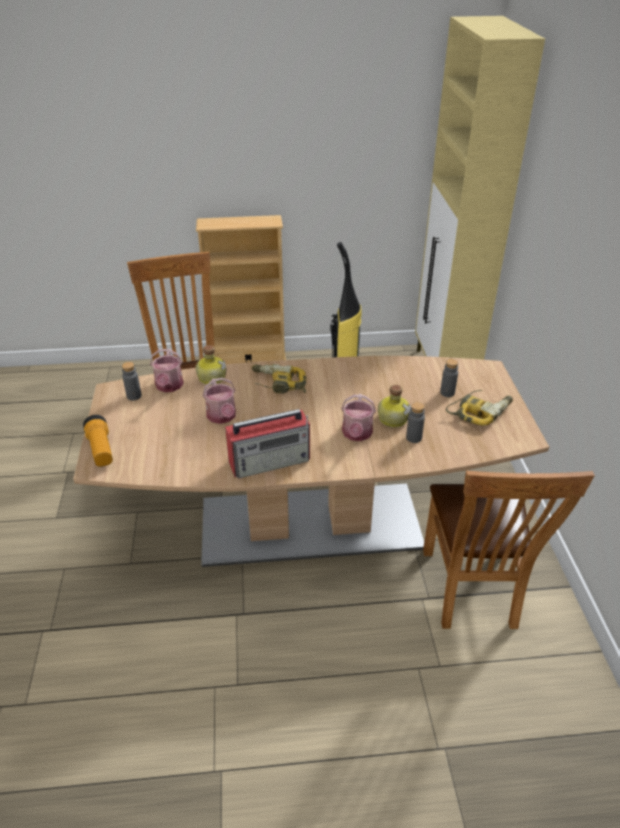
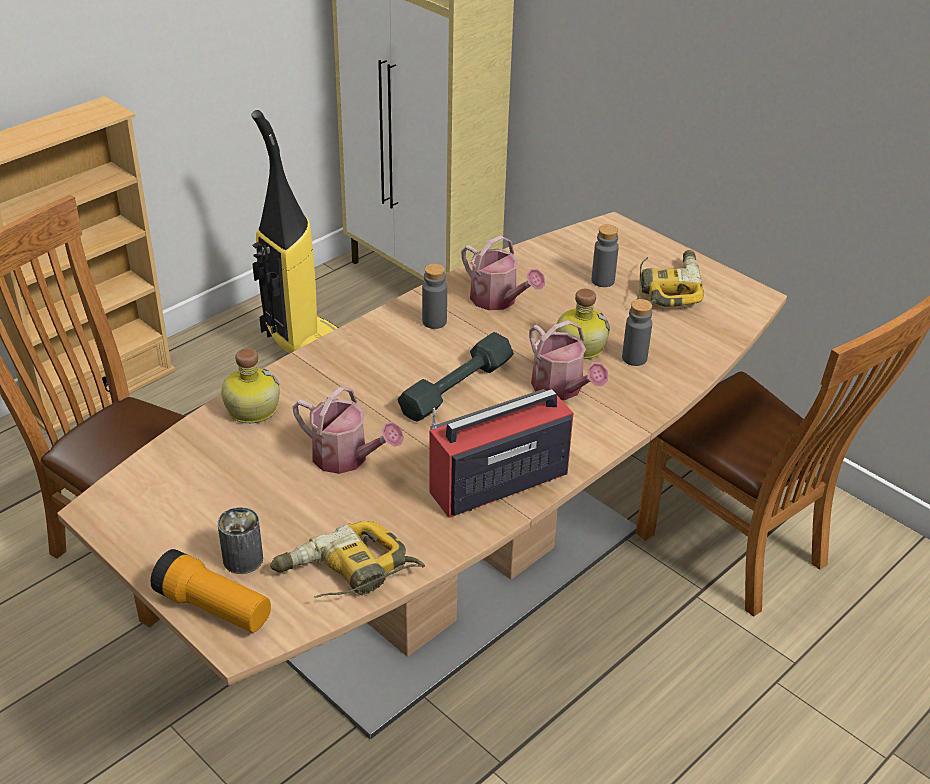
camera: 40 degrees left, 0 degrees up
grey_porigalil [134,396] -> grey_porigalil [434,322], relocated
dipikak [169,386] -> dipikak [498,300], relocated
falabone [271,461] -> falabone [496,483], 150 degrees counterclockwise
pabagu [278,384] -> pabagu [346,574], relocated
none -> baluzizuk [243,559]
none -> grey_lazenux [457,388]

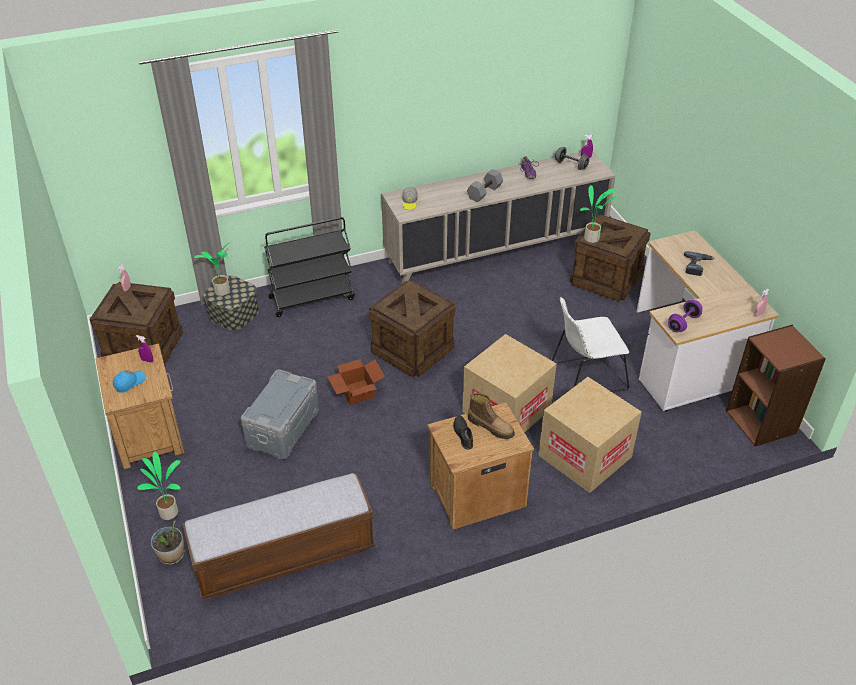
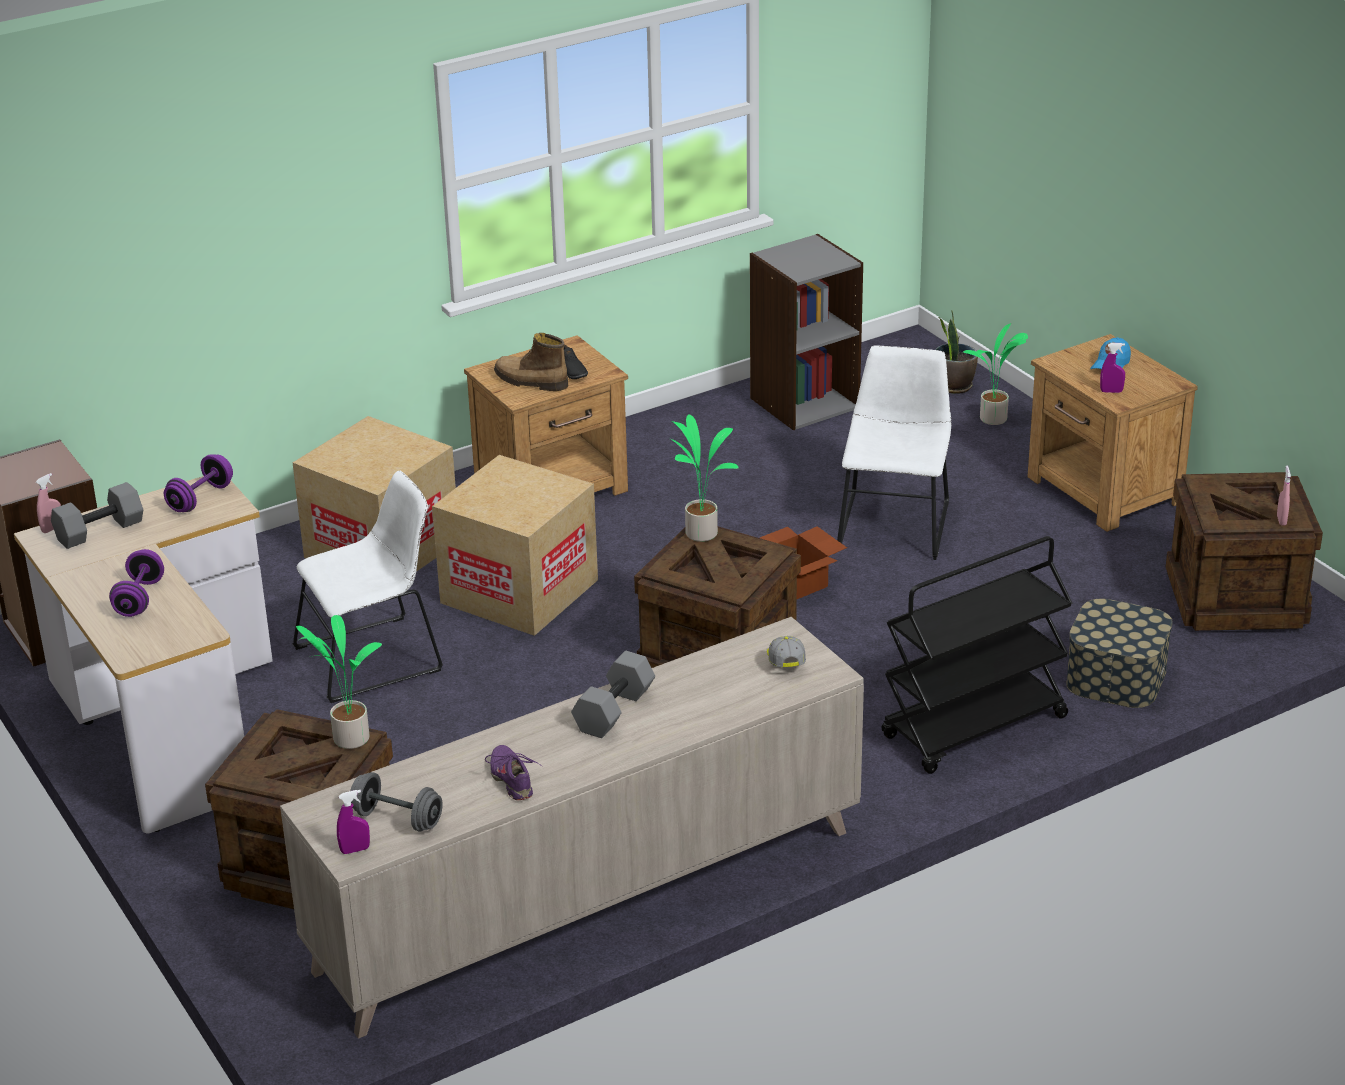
camera: 170 degrees right, 10 degrees down
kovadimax [284,556] -> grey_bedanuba [804,402]
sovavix [221,292] -> sovavix [701,532], relocated
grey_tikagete [282,428] -> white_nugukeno [894,523]
pabagu [697,266] -> purple_lazenux [139,598]
none -> grey_lazenux [99,531]

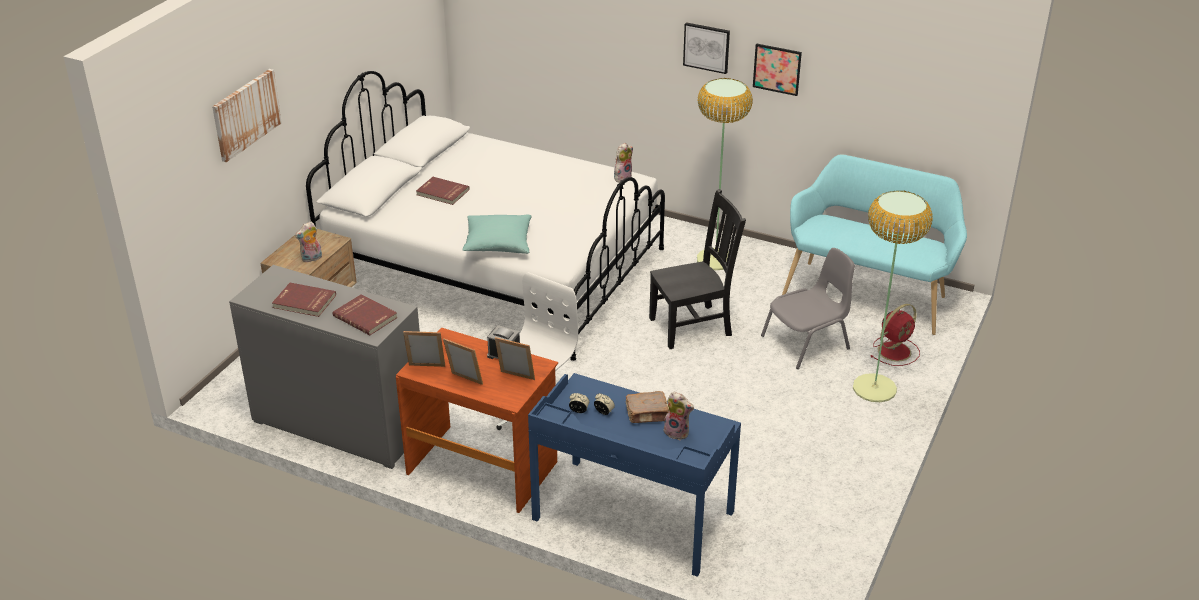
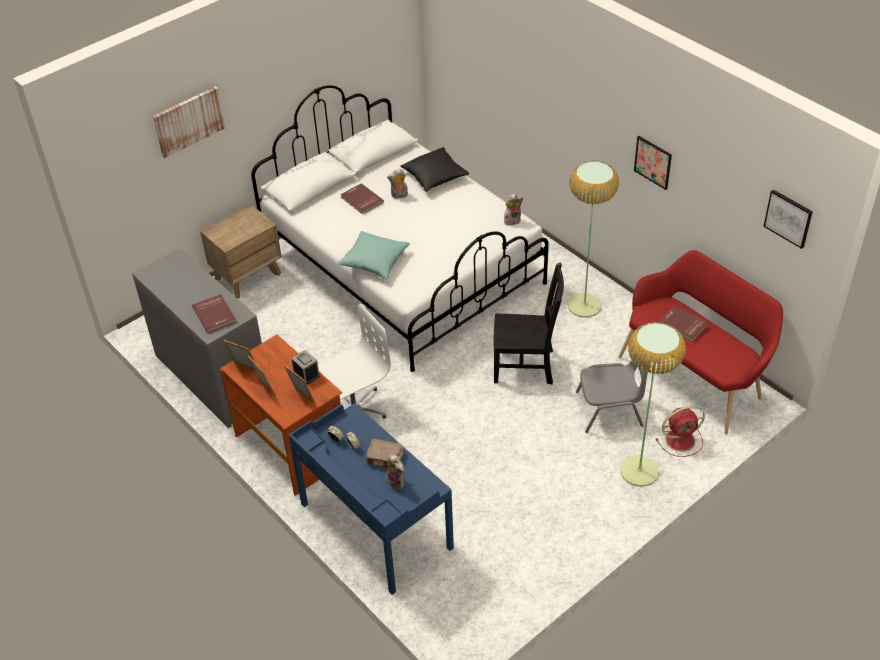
camera: 25 degrees right, 10 degrees up
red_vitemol [304,302] -> red_vitemol [682,325], relocated
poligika [311,259] -> poligika [399,196], relocated
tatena [706,47] -> tatena [788,218], relocated
turquoise_kovadimax [868,293] -> red_kovadimax [695,376]
none -> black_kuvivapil [435,176]

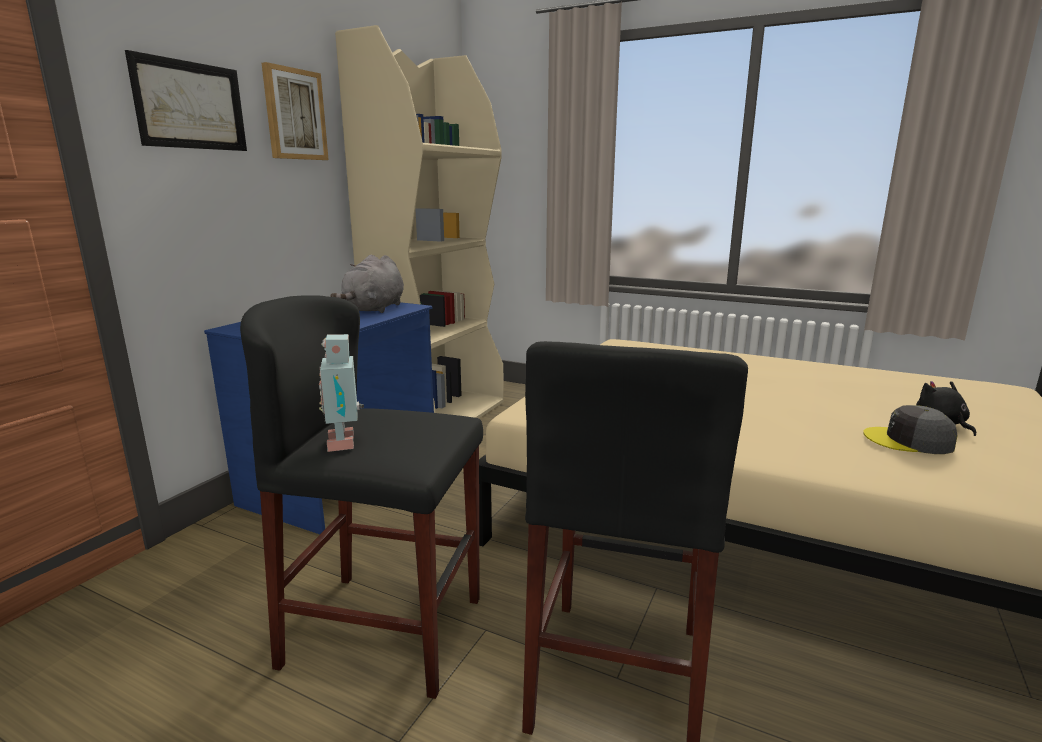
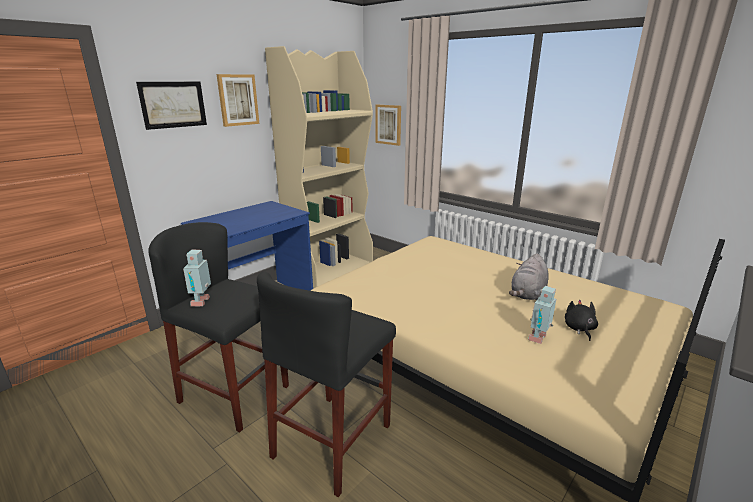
camera: 15 degrees right, 5 degrees up
grey_poligika [374,309] -> grey_poligika [528,294], relocated
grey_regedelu [909,441] -> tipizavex [539,338]
none -> tatena [388,124]

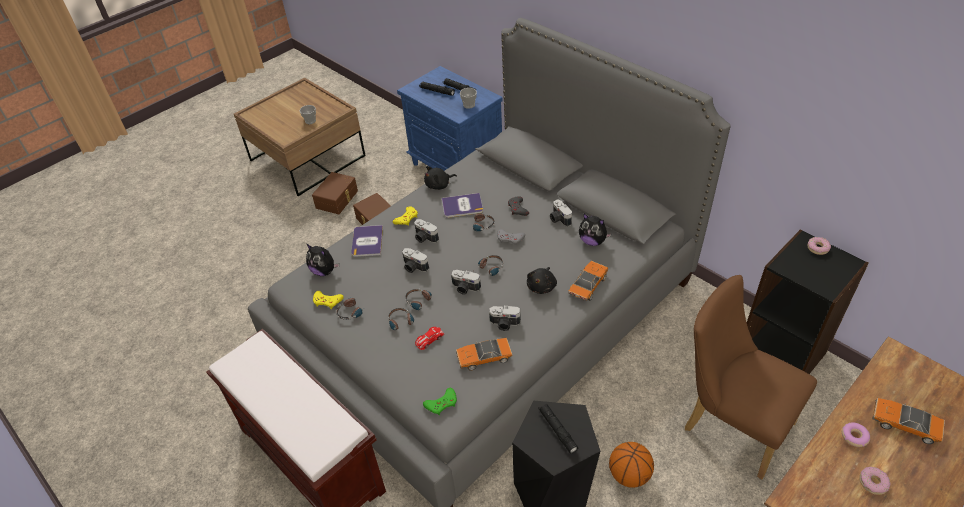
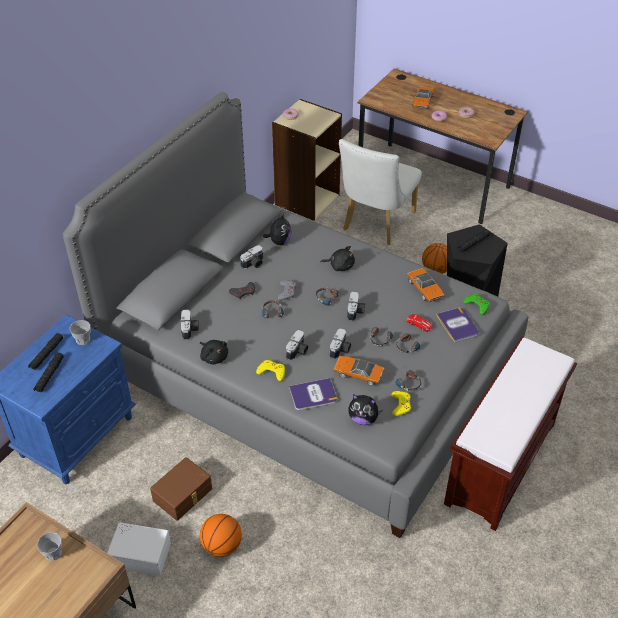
camera: 105 degrees left, 0 degrees up
poligika [324,271] -> poligika [363,419], 90 degrees clockwise
brown_tikagete [338,199] -> white_tikagete [141,553]
vitemol [462,206] -> vitemol [458,325], relocated
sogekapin [504,324] -> sogekapin [190,330], relocated
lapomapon [588,285] -> lapomapon [358,374], relocated
brown_nugukeno [730,422] -> white_nugukeno [375,224]
black_bedanuba [782,353] -> beige_bedanuba [306,199]
none -> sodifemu [222,546]

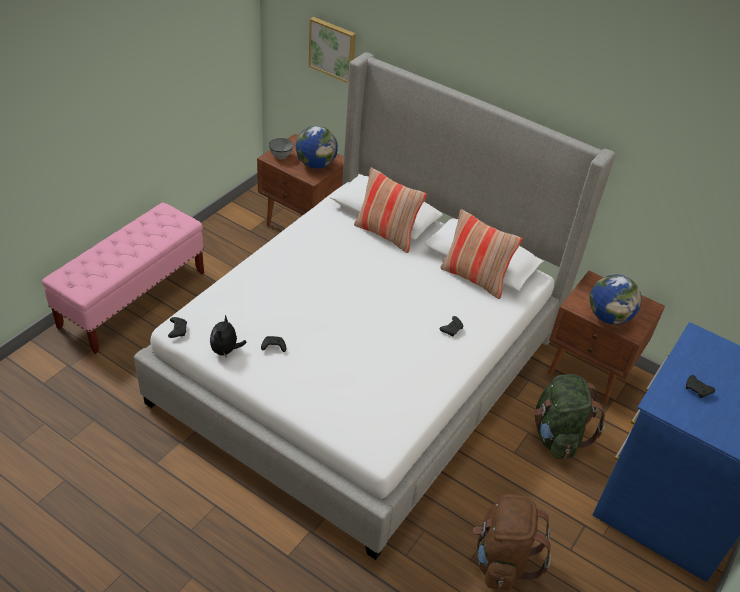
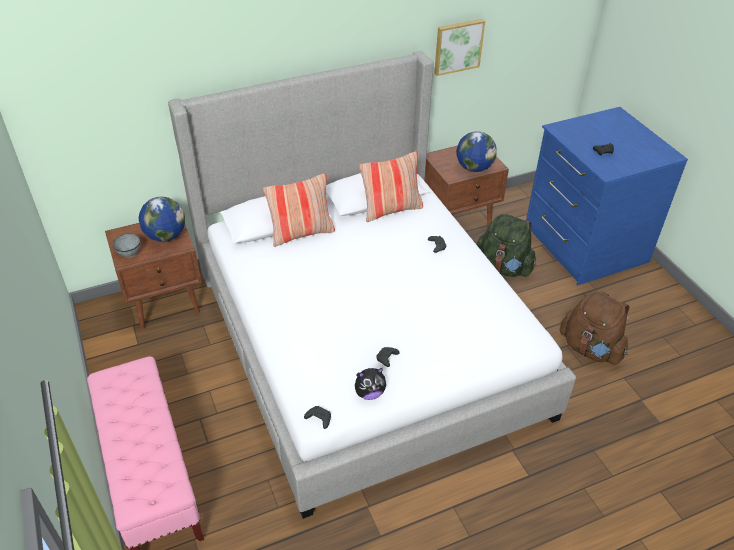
camera: 55 degrees left, 0 degrees up
poligika [226,351] -> poligika [369,393], 60 degrees counterclockwise
tatena [333,49] -> tatena [457,46], relocated

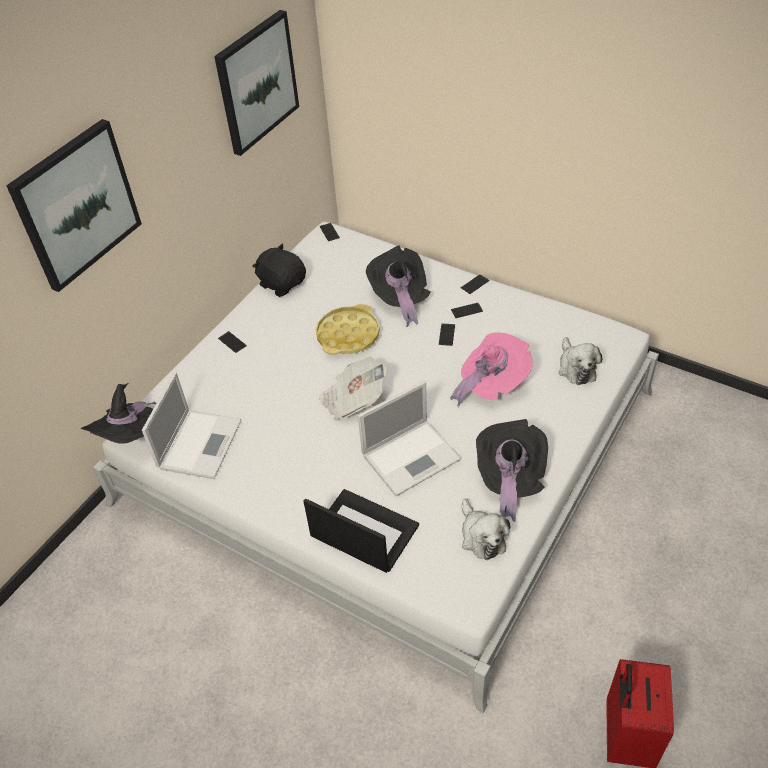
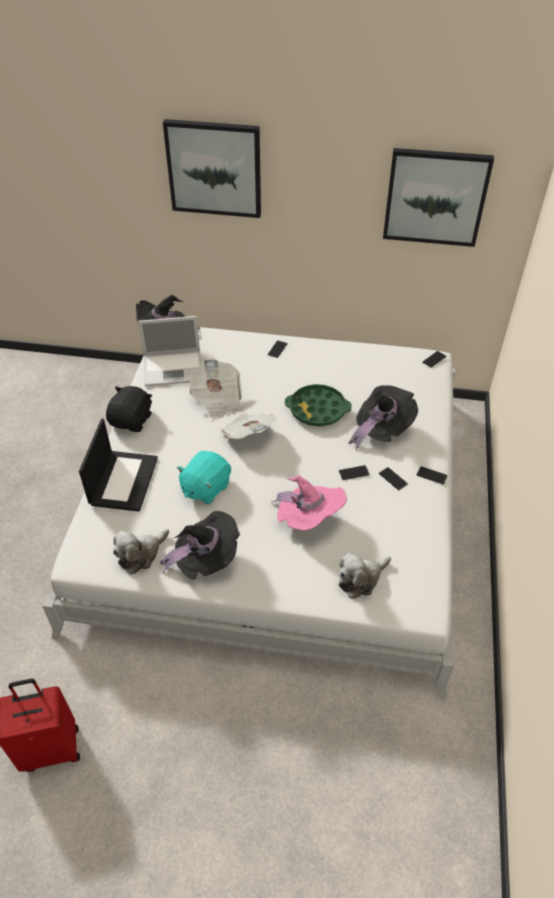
camera: 65 degrees right, 0 degrees up
black_poligika [282,283] -> black_poligika [132,420], relocated
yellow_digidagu [348,335] -> green_digidagu [317,409]
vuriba [412,456] -> turquoise_poligika [205,488]
none -> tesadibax [217,400]

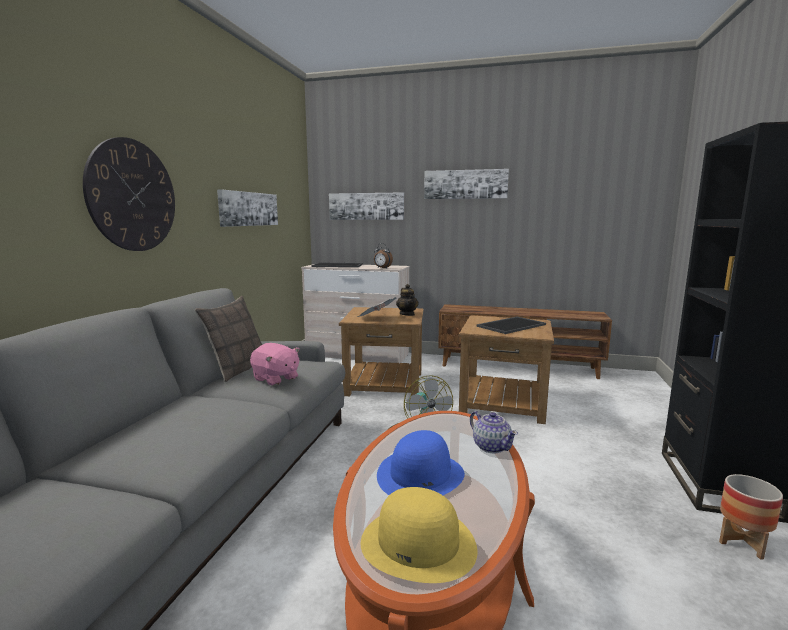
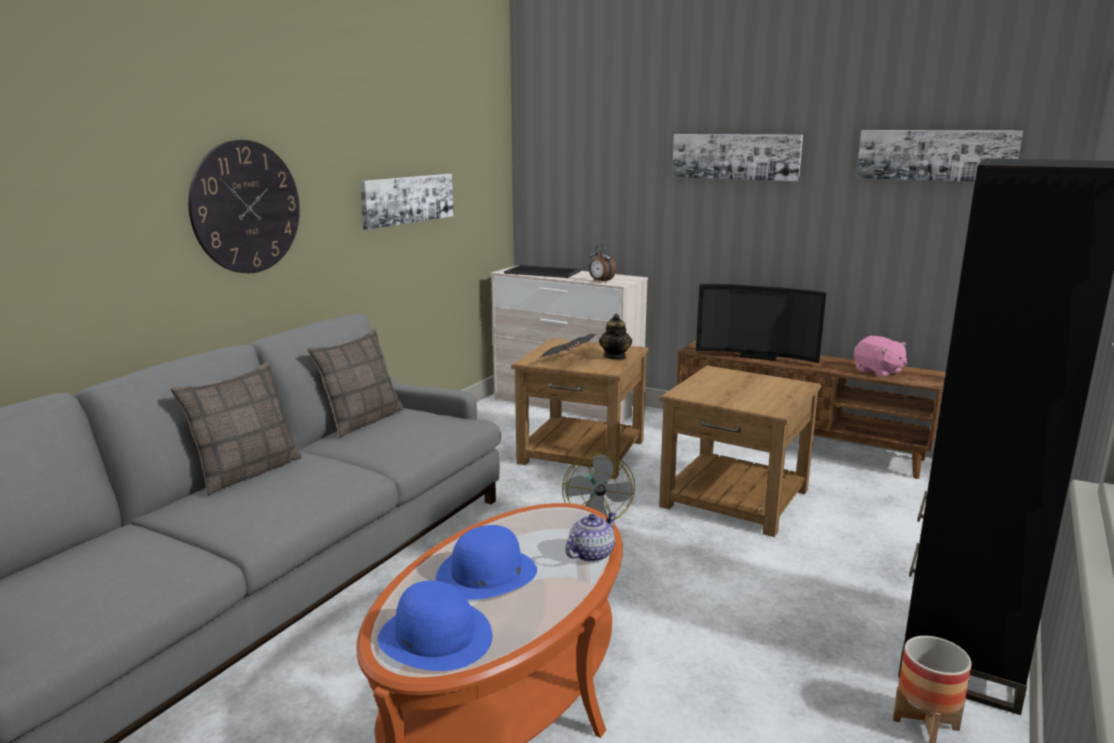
camera: 15 degrees right, 5 degrees up
pink_poligika [275,379] -> pink_poligika [878,372], relocated
tatena [366,206] -> tatena [935,155], relocated
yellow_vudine [418,543] -> blue_vudine [436,636]
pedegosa [491,446] -> pedegosa [590,554], 120 degrees counterclockwise
digidagu [511,325] -> none
none -> kuvivapil [246,472]
none -> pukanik [757,356]

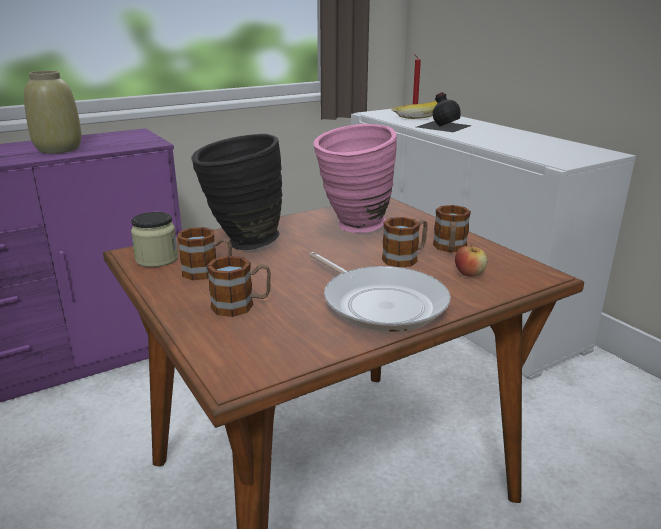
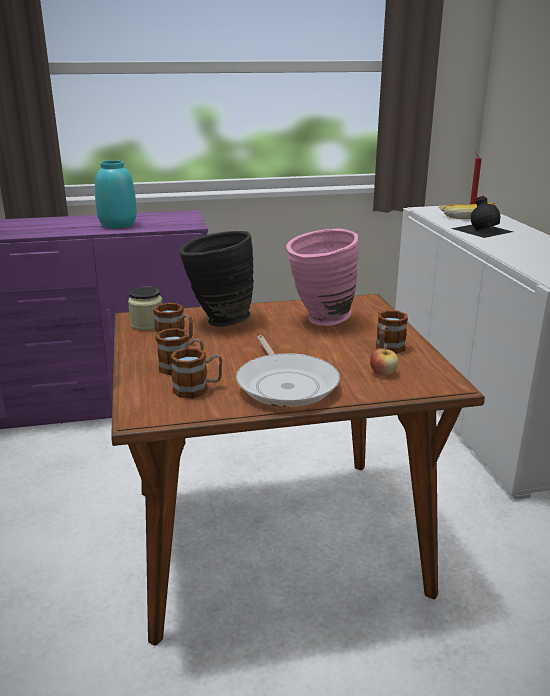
camera: 20 degrees right, 0 degrees up
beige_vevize [58,149] -> turquoise_vevize [117,224]
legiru [405,258] -> legiru [198,389], relocated

